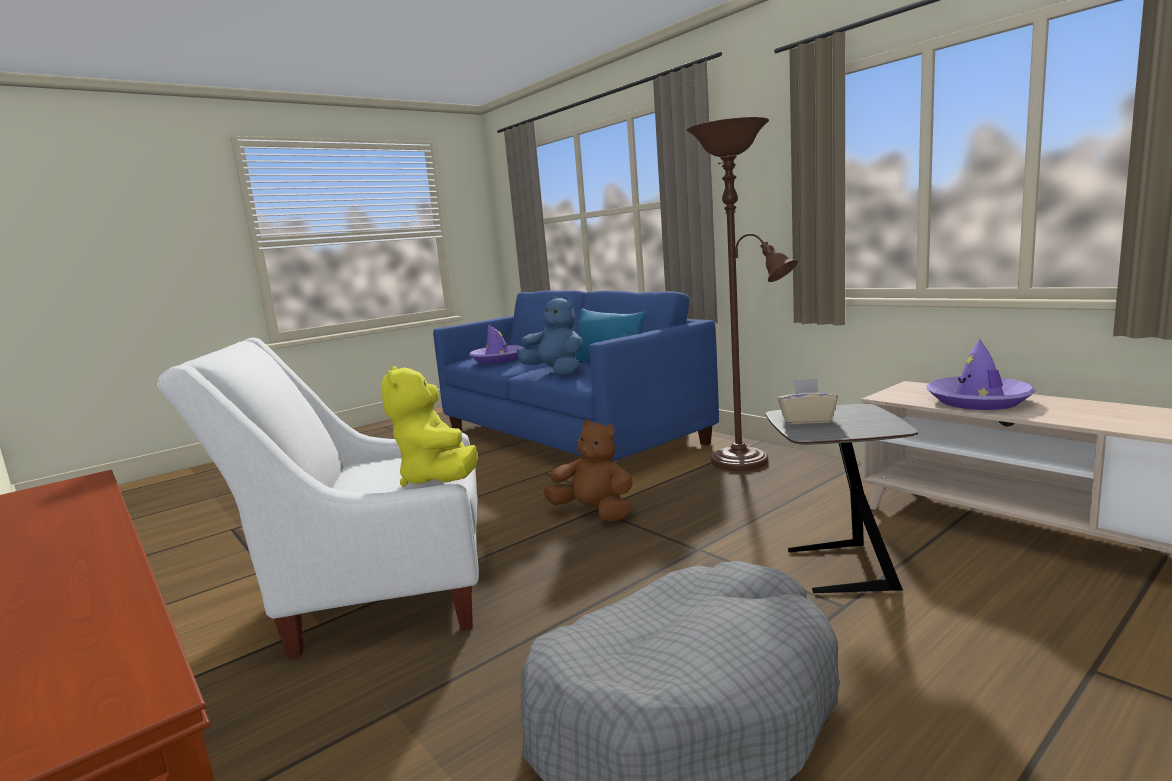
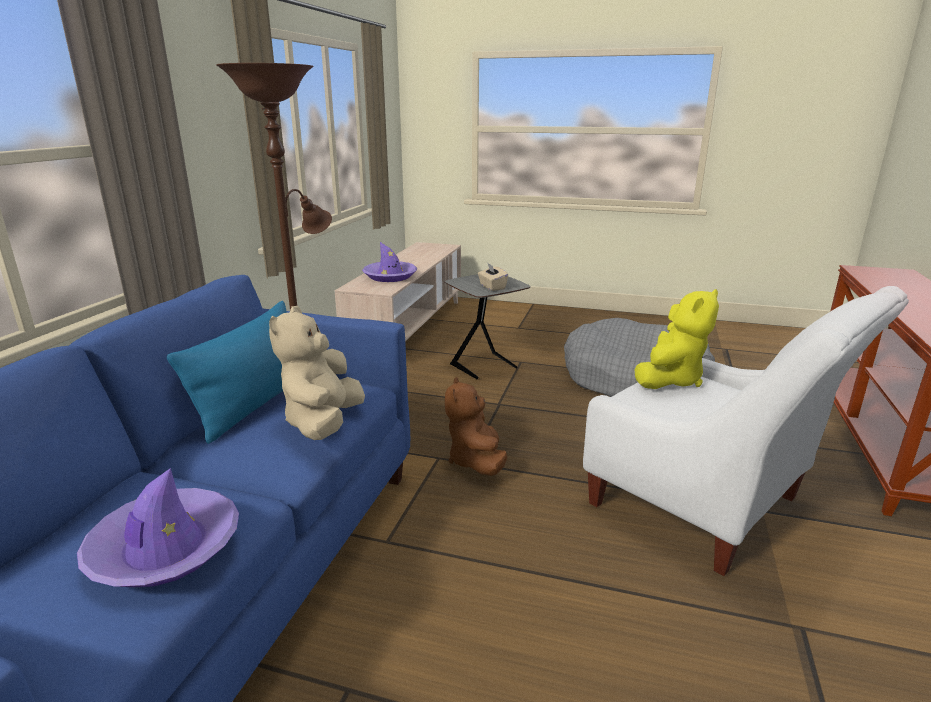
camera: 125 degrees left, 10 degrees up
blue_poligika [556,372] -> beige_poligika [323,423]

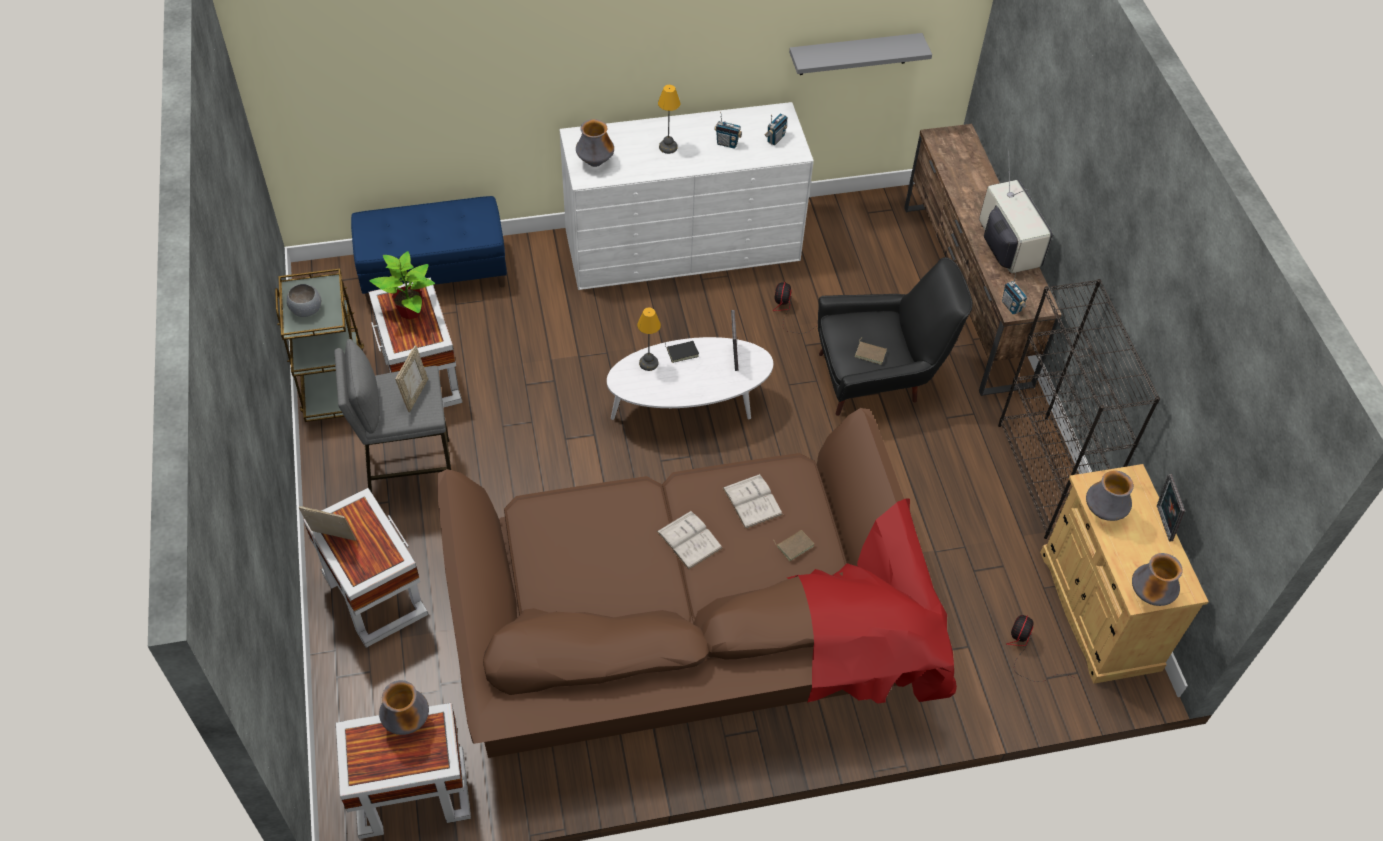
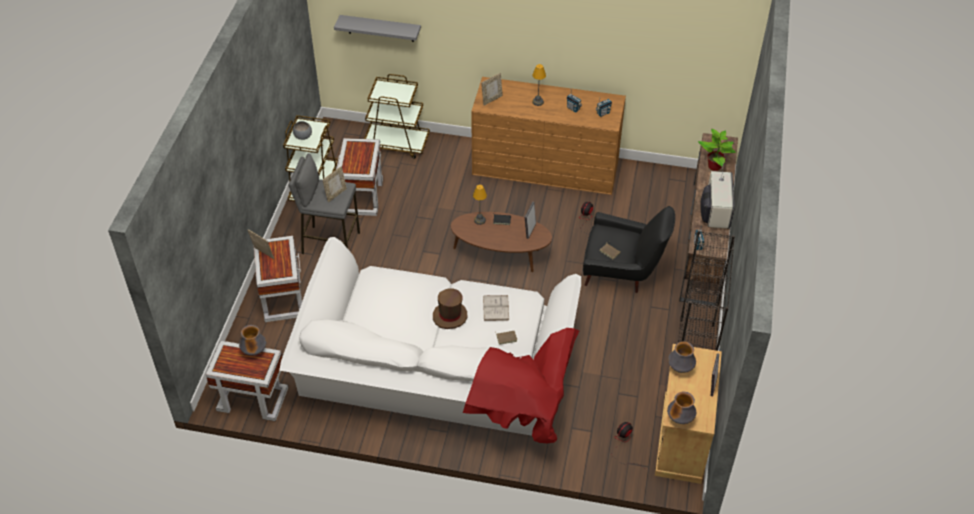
camera: 25 degrees right, 5 degrees down
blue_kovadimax [434,273] -> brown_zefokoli [397,143]
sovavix [411,311] -> sovavix [714,166], relocated
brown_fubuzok [687,626] -> white_fubuzok [437,368]
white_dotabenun [682,245] -> brown_dotabenun [545,167]
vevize [595,162] -> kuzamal [492,99]
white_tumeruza [688,408] -> brown_tumeruza [500,256]
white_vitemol [689,540] -> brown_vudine [450,316]
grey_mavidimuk [854,54] -> grey_mavidimuk [380,28], relocated

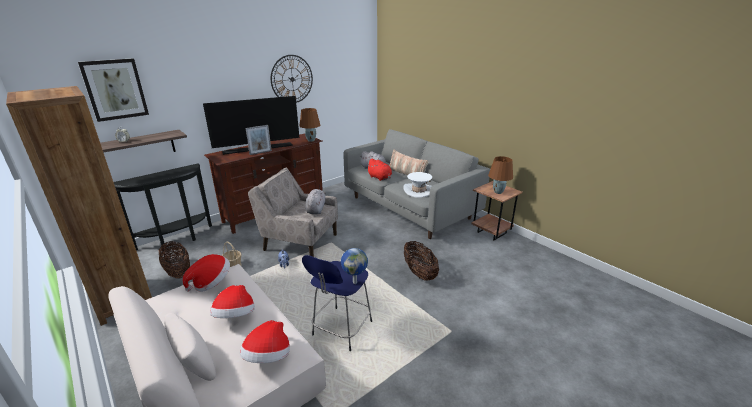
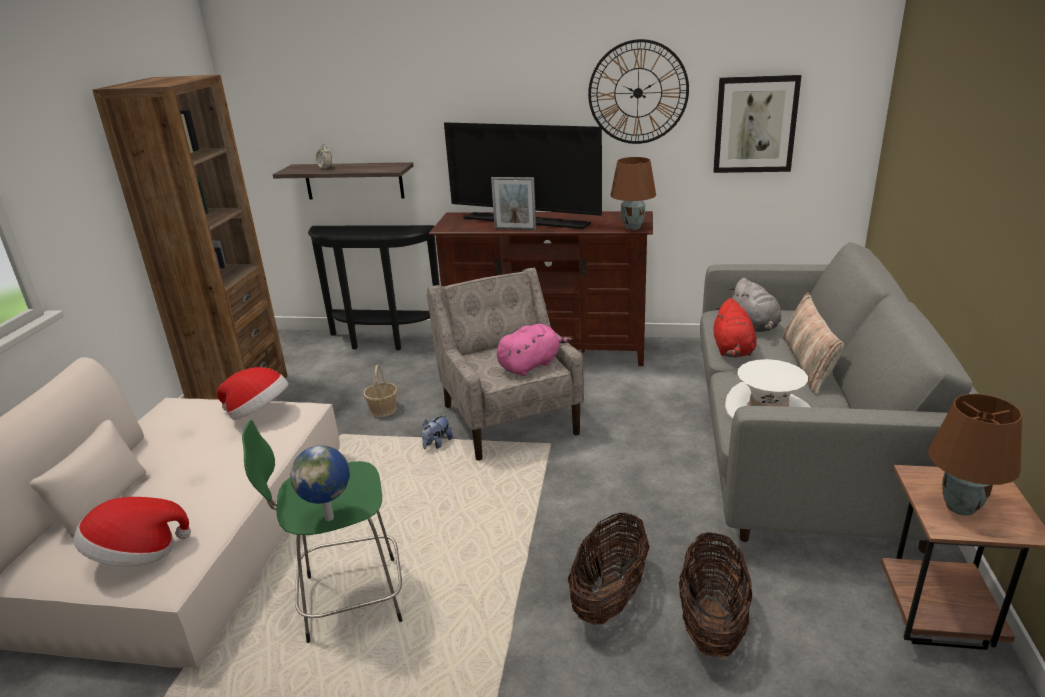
camera: 50 degrees right, 0 degrees up
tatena [115,89] -> tatena [755,124], relocated
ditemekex [178,272] -> ditemekex [711,623], relocated
vudine [235,316] -> none
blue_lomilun [341,330] -> green_lomilun [348,600]
grey_poligika [316,209] -> pink_poligika [531,365]

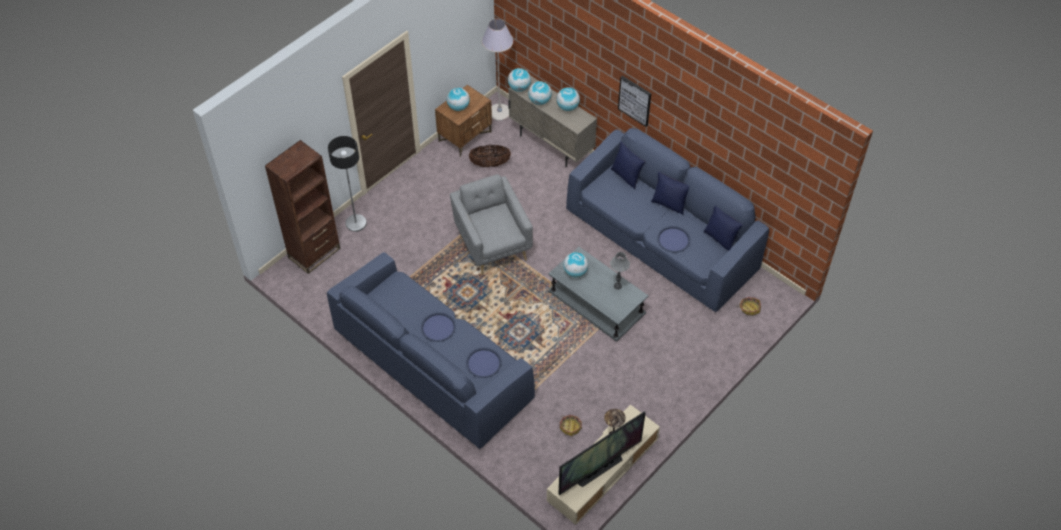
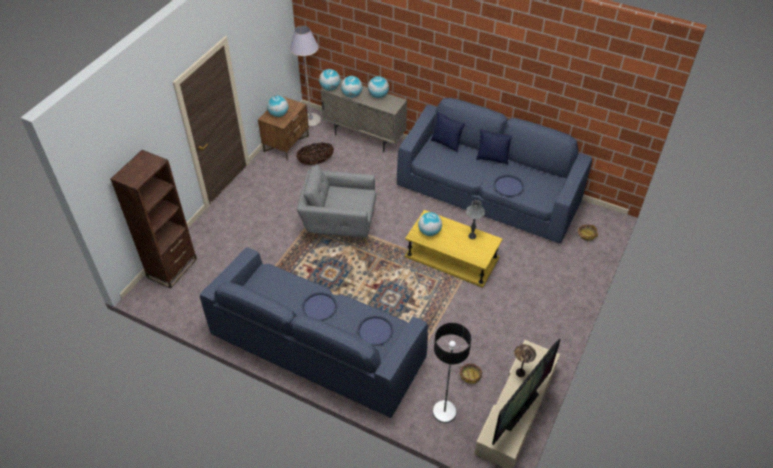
camera: 15 degrees left, 5 degrees down
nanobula [355,223] -> nanobula [444,412], relocated
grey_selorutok [492,243] -> grey_selorutok [339,226], 45 degrees counterclockwise
grey_tumeruza [597,302] -> yellow_tumeruza [452,257]
tatena [635,100] -> none
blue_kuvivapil [720,238] -> none

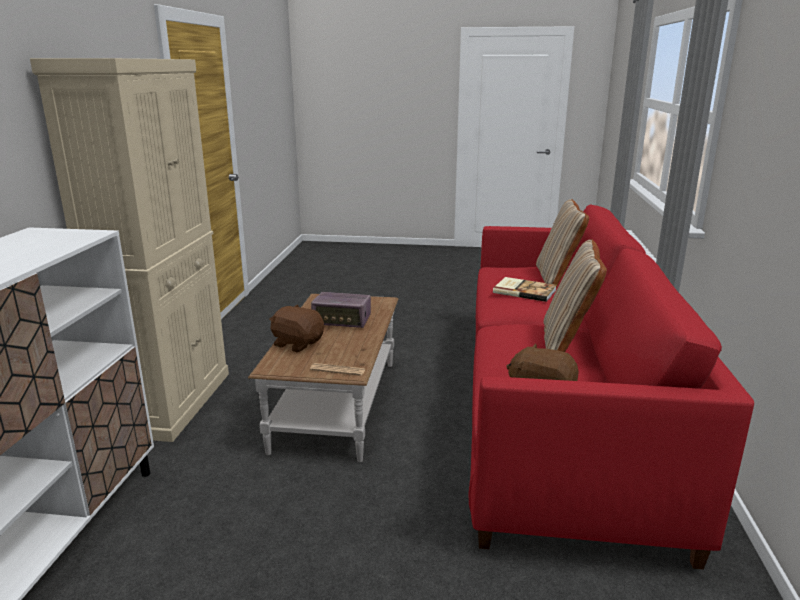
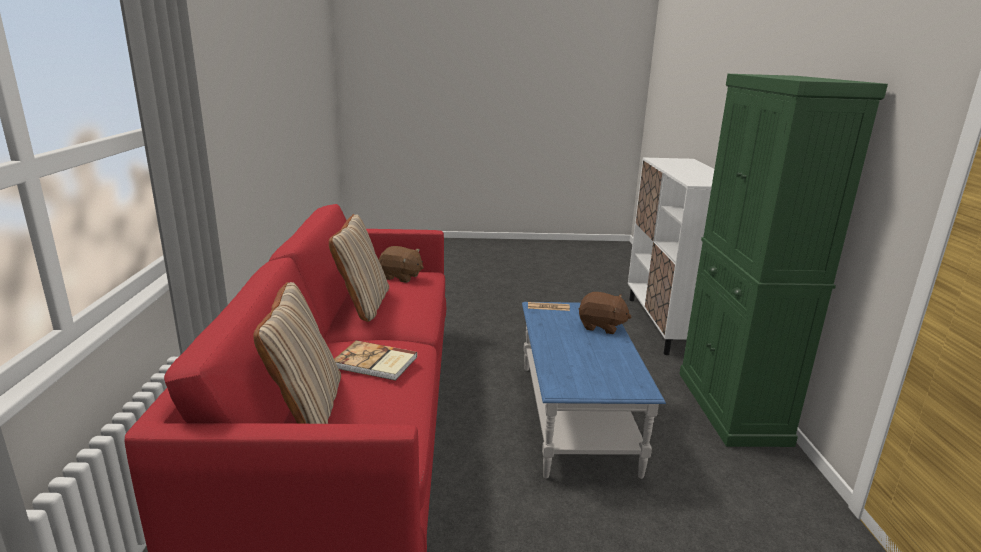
camera: 170 degrees right, 0 degrees up
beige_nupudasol [172,402] -> green_nupudasol [731,407]
brown_tumeruza [337,404] -> blue_tumeruza [575,415]
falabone [342,321] -> none

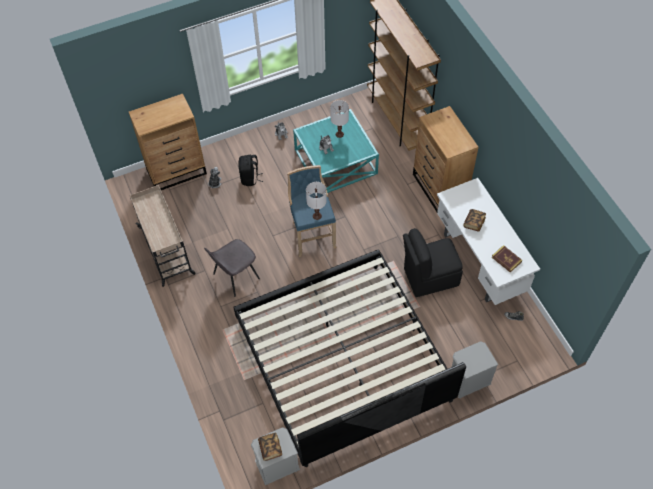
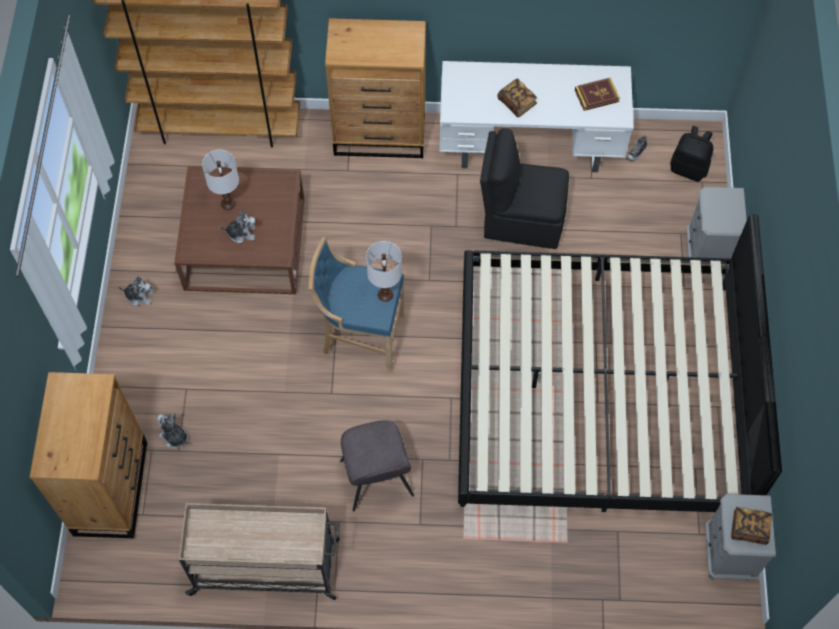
camera: 65 degrees left, 5 degrees up
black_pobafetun [250,178] -> black_pobafetun [689,168], relocated
turquoise_tumeruza [335,161] -> brown_tumeruza [244,244]
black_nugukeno [429,277] -> black_nugukeno [521,219], 90 degrees clockwise

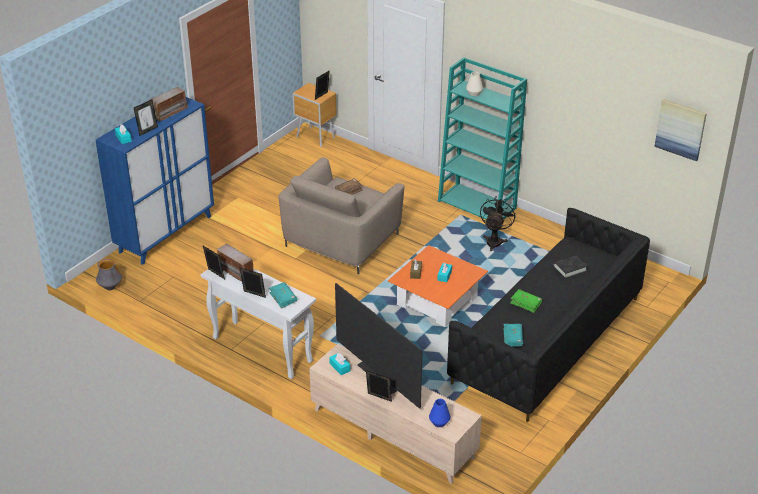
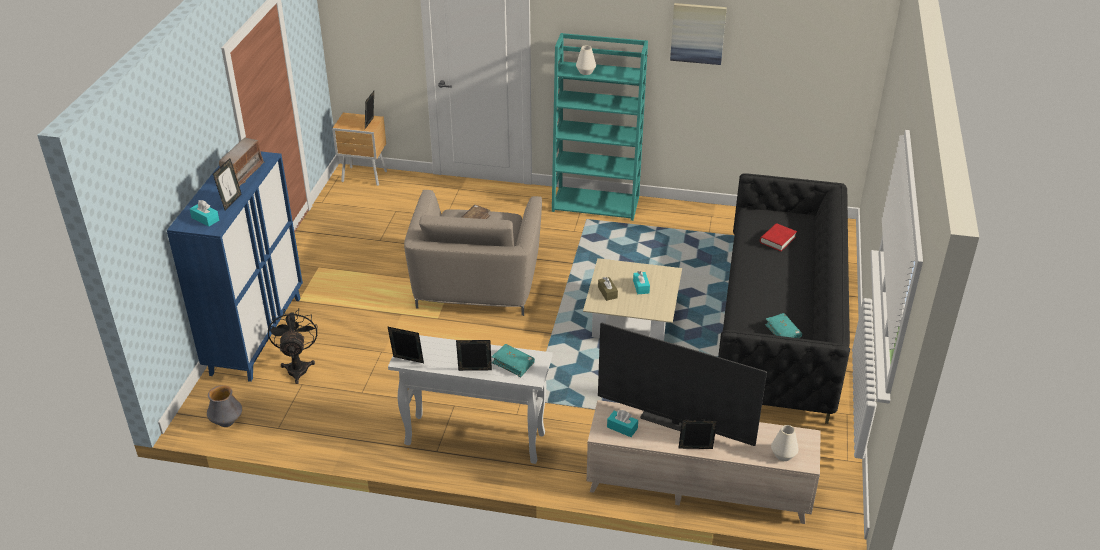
camera: 25 degrees left, 0 degrees up
falabone [236,271] -> none
orange_tumeruza [437,301] -> beige_tumeruza [632,319]
blue_vevize [439,422] -> white_vevize [783,455]
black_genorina [494,240] -> black_genorina [298,366], relocated
green_vitemol [526,303] -> none
black_vitemol [570,269] -> red_vitemol [777,240]
tatena [680,129] -> tatena [698,33], relocated

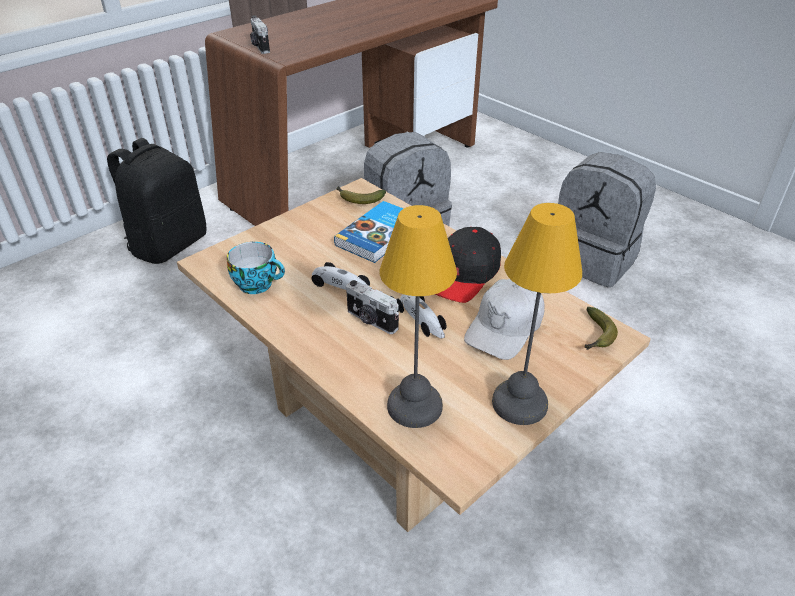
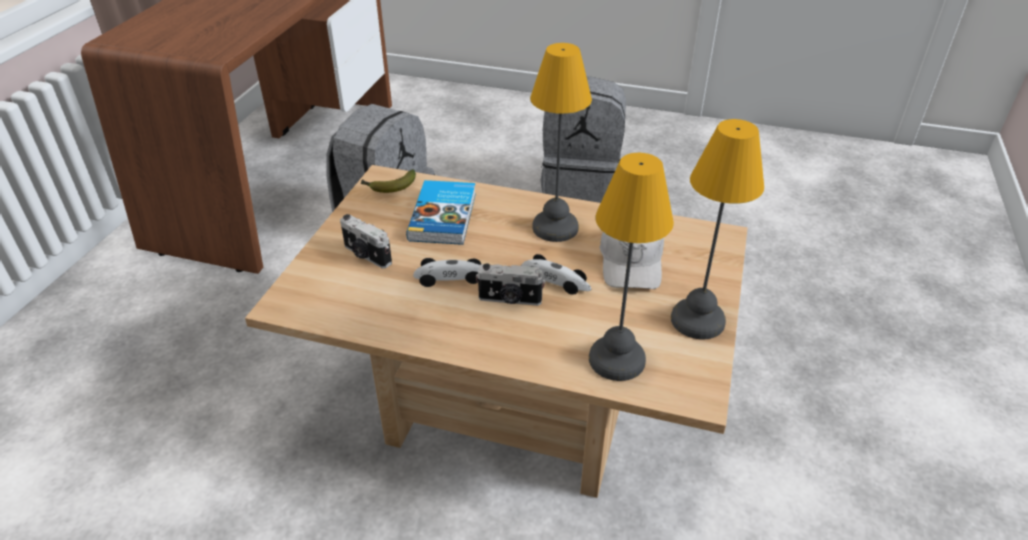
camera: 30 degrees left, 0 degrees up
black_pobafetun [169,244] -> none
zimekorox [258,284] -> none
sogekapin [260,47] -> sogekapin [366,255], relocated
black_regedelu [464,274] -> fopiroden [556,226]
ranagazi [596,336] -> none

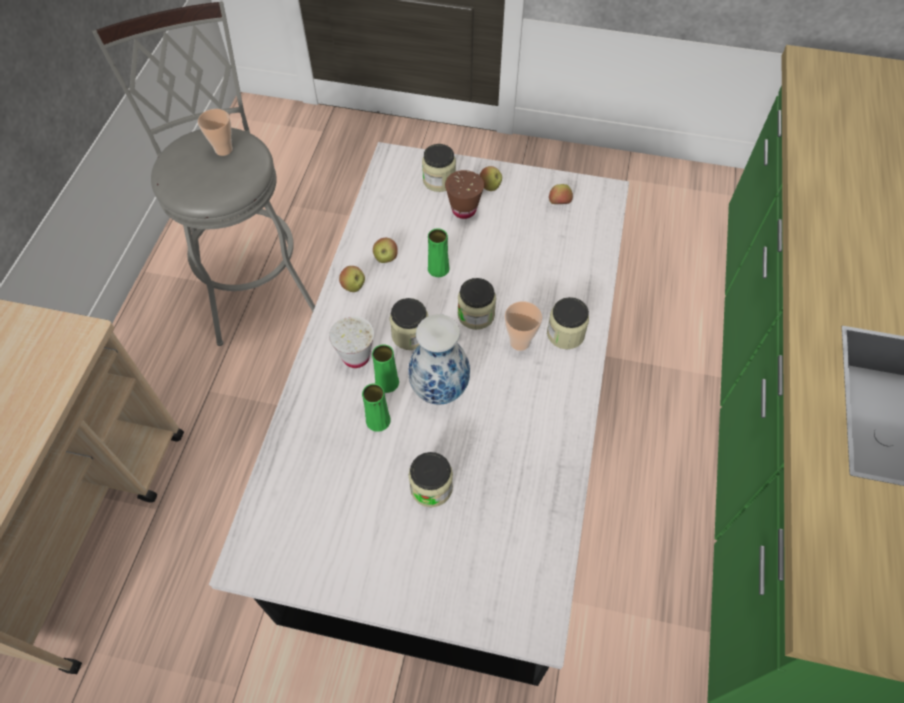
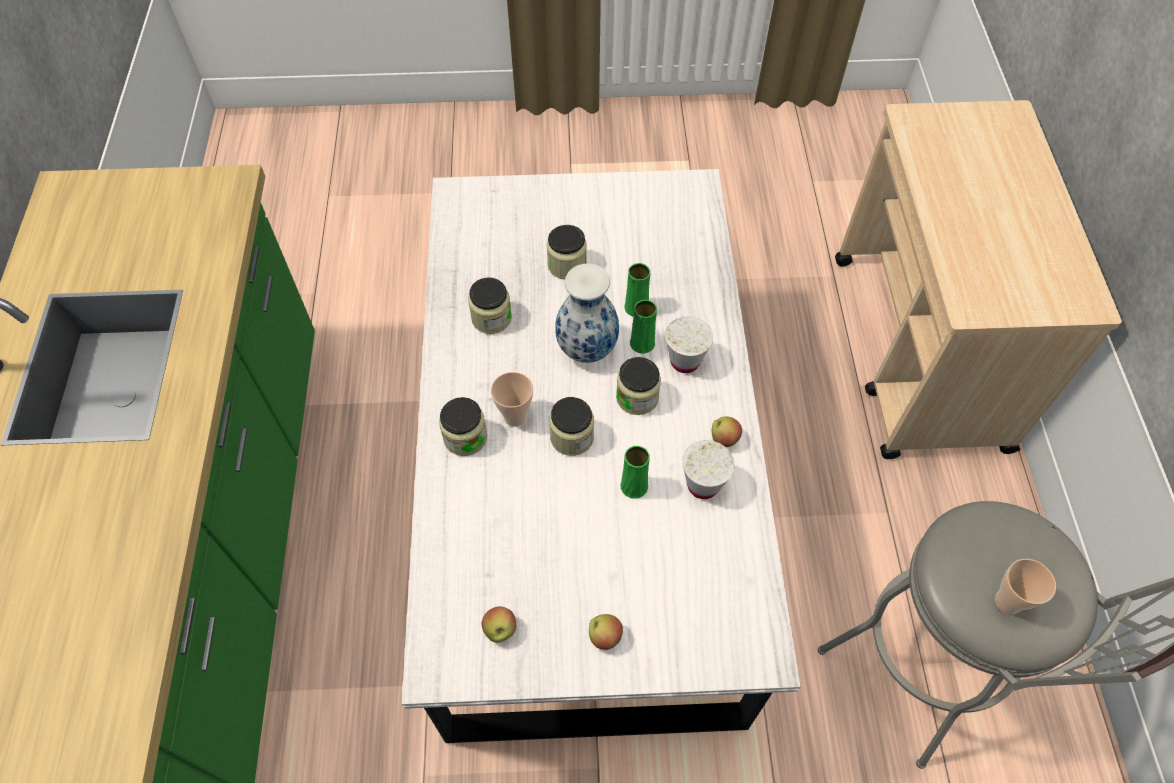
camera: 165 degrees right, 0 degrees up
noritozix [386,258] -> white_zimekorox [703,485]
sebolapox [439,180] -> sebolapox [491,318], relocated
brown_zimekorox [464,210] -> none

